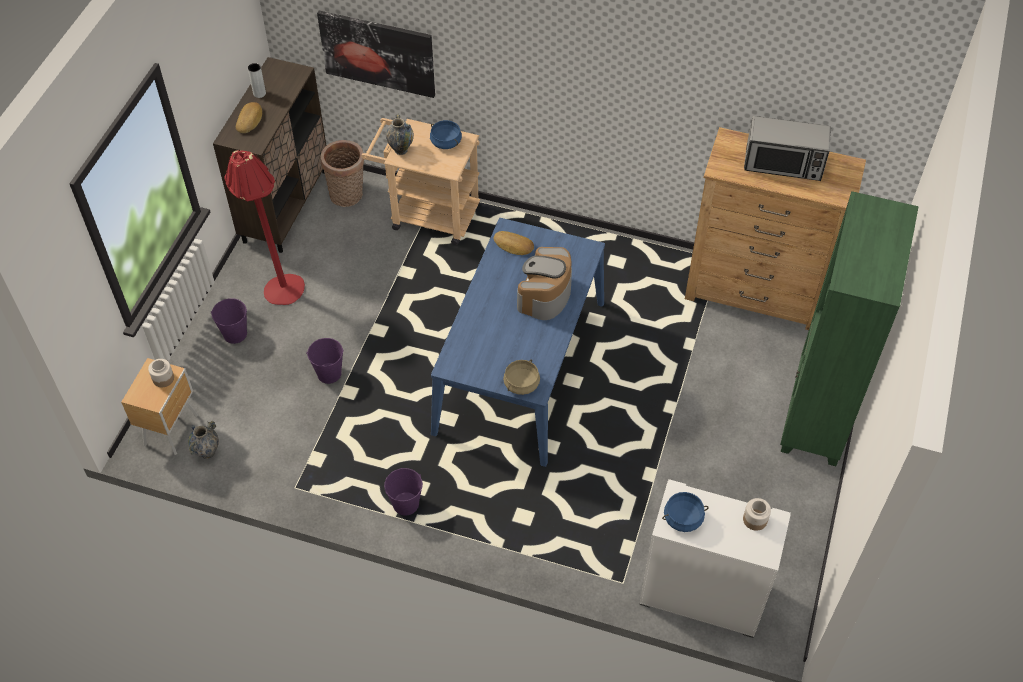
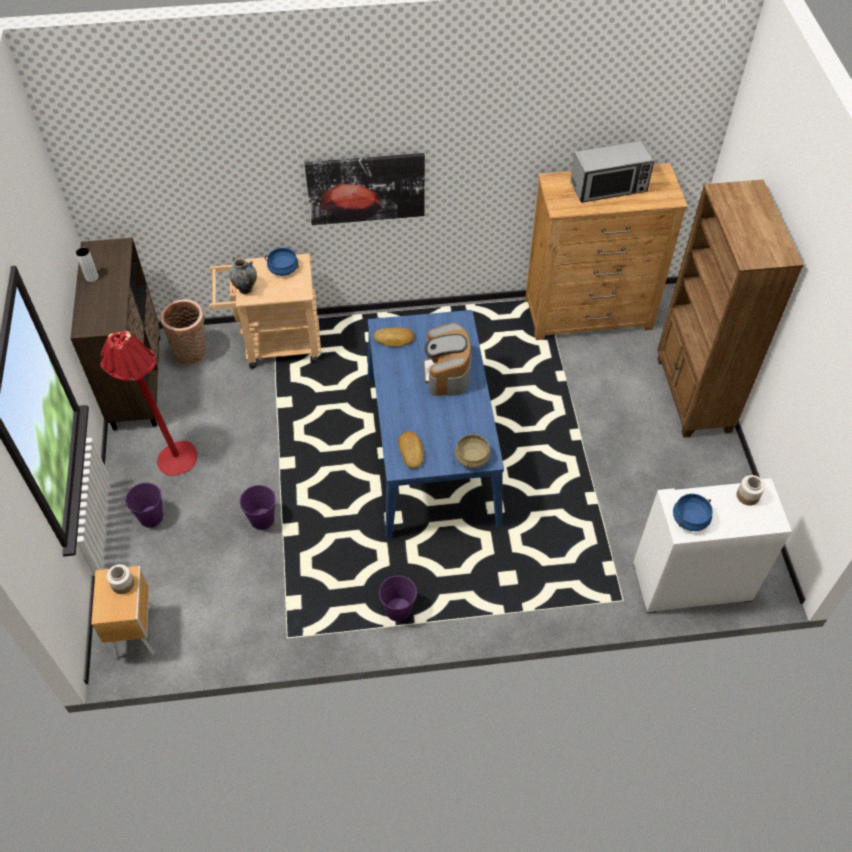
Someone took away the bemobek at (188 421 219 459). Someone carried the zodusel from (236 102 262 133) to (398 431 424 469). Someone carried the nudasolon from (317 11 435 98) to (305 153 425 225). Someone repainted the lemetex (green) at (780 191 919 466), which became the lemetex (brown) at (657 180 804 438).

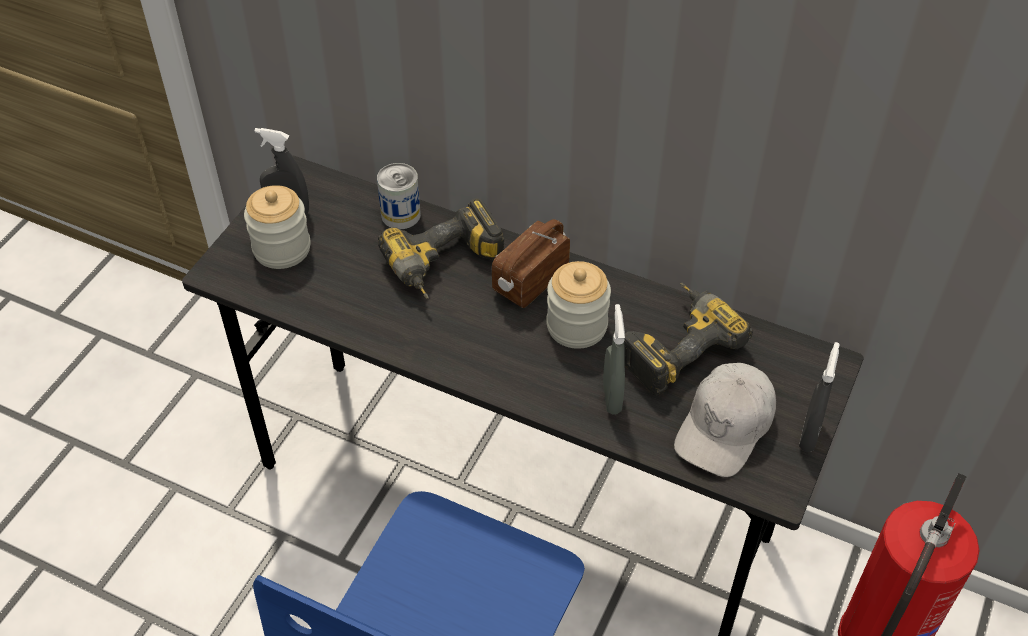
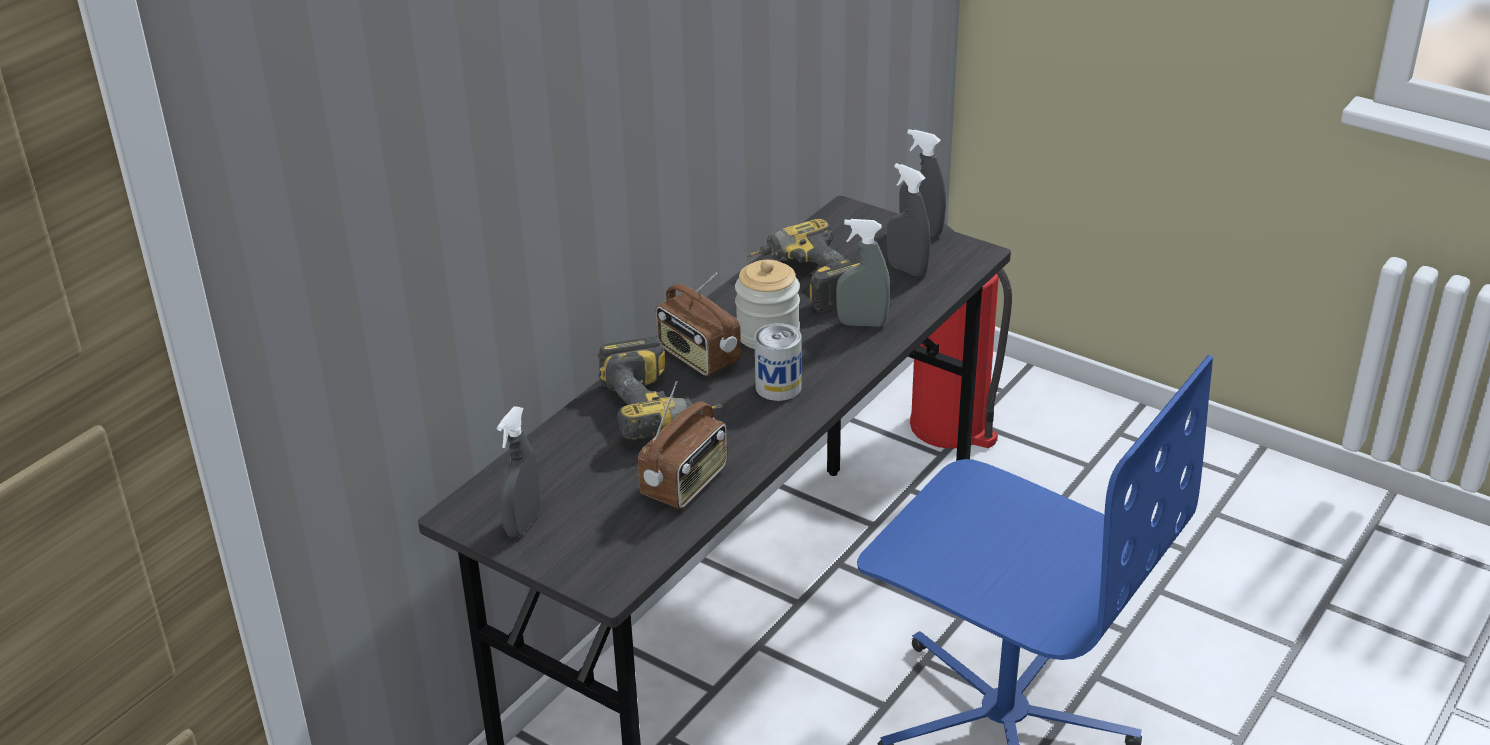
Someone took away the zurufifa at (244 185 311 269). Someone carried the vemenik from (377 163 421 229) to (755 323 802 401). Someone swapped the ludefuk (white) at (674 363 776 477) for the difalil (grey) at (887 163 930 277). Someone put down the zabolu at (638 381 727 509).

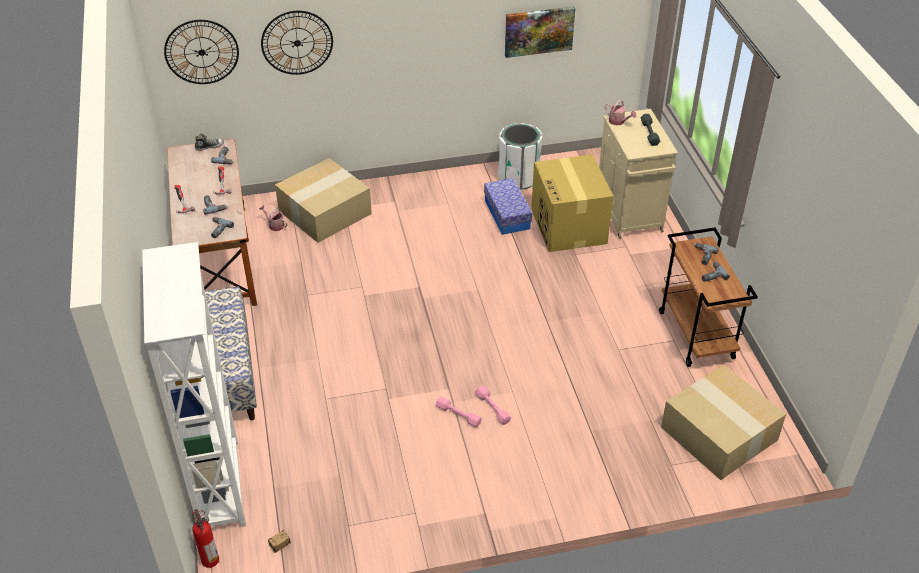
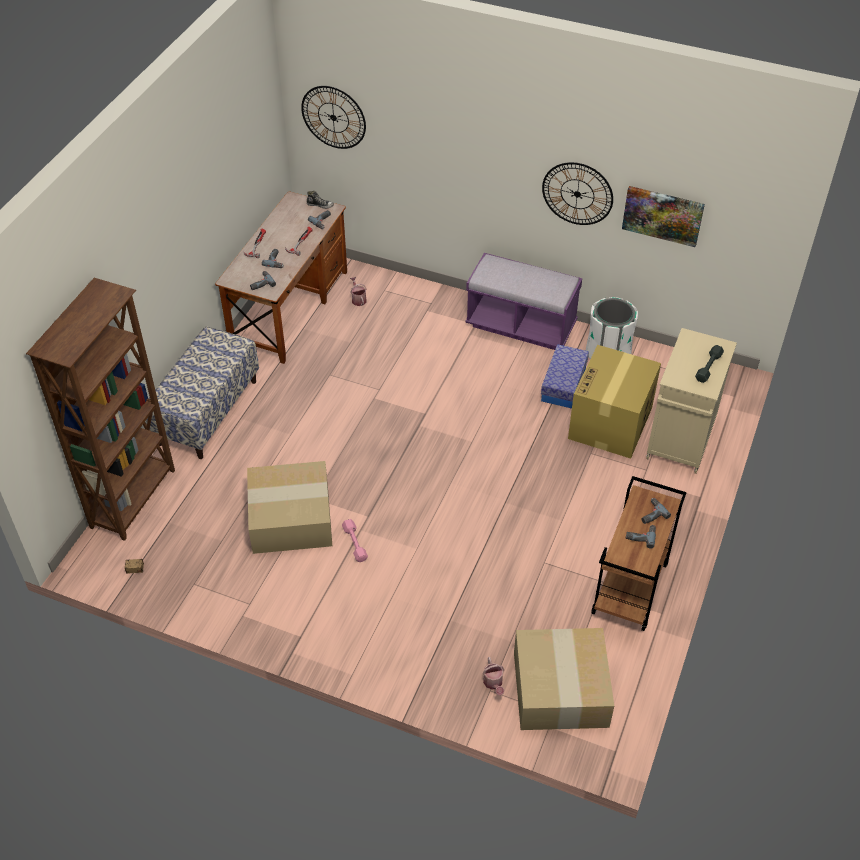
Someone repainted the lemetex (white) at (142 242 246 527), which became the lemetex (brown) at (26 278 175 541). Someone took away the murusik at (192 509 219 568). Someone carried the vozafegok from (261 11 333 75) to (542 162 613 225). Someone carried the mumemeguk from (275 158 372 243) to (247 461 332 554). Someone took away the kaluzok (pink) at (475 385 511 425). Someone carried the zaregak from (605 100 637 126) to (483 657 504 696). Someone put down the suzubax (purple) at (465 253 582 350).

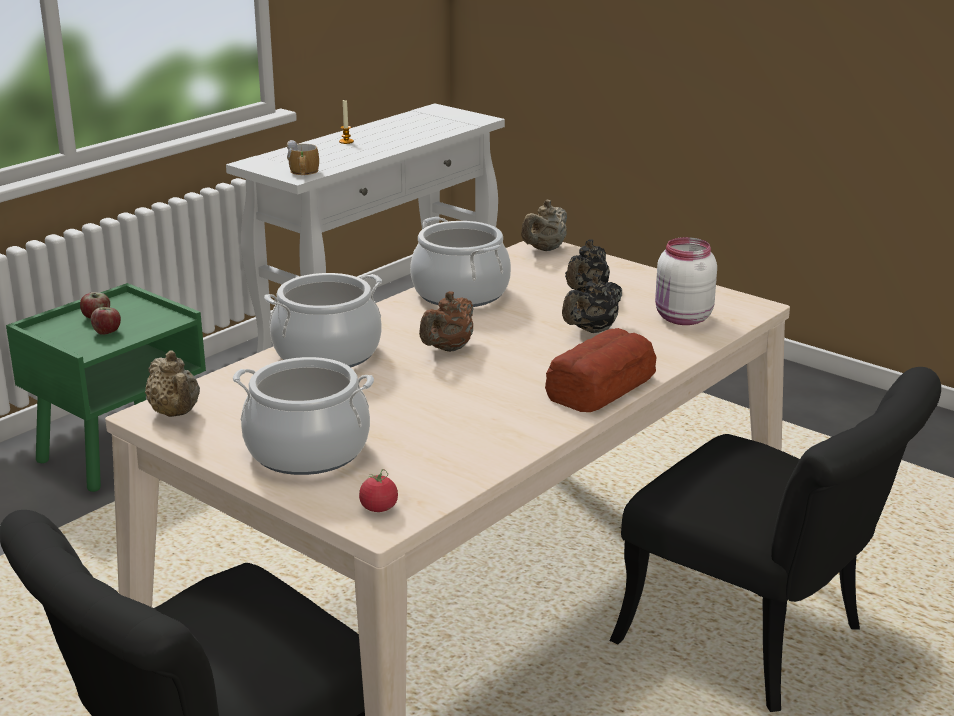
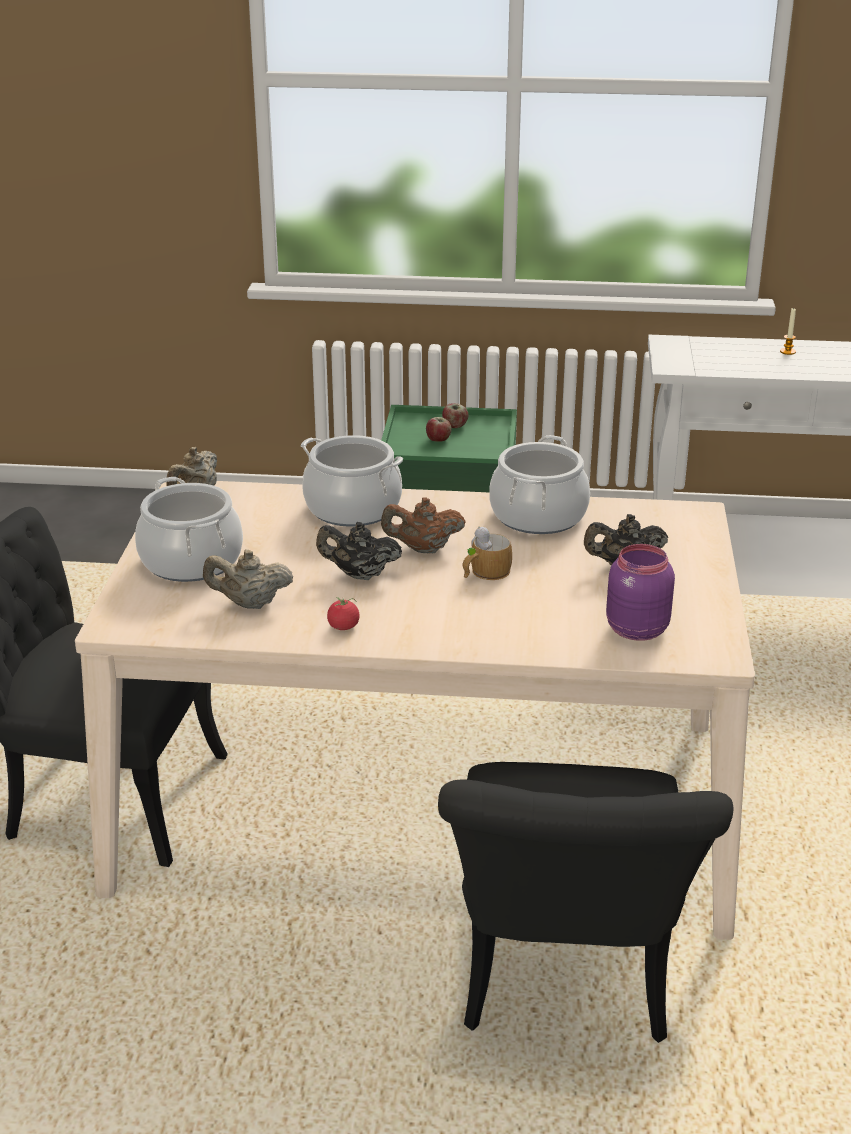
Someone carried the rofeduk from (286 140 319 175) to (462 527 512 580). Someone carried the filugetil from (359 469 398 512) to (327 597 359 630). Someone carried the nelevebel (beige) from (521 200 567 251) to (203 550 293 609). Someone took away the zodusel at (545 328 656 412). Someone carried the nelevebel (black) from (562 274 622 333) to (316 522 402 580). Someone repainted the zurufifa (white) at (655 237 717 325), which became the zurufifa (purple) at (606 544 675 641).

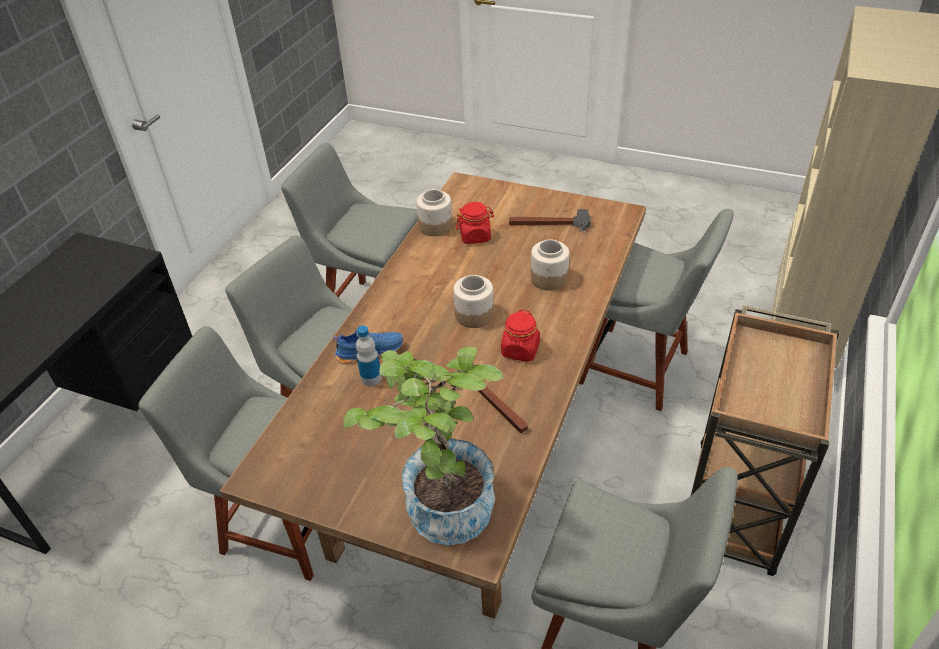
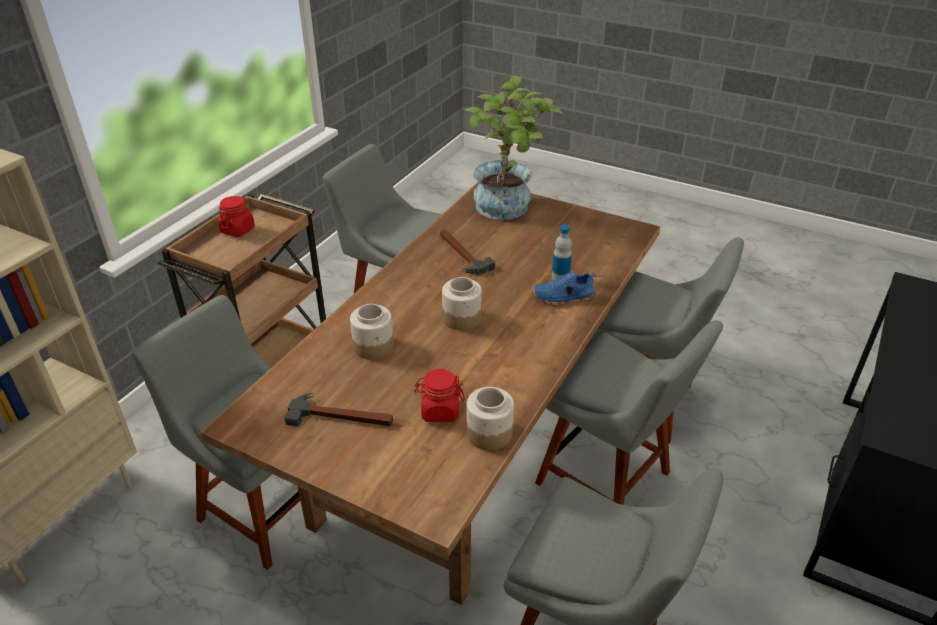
Someone carried the zurufifa (red) from (501 310 540 362) to (218 196 255 237).

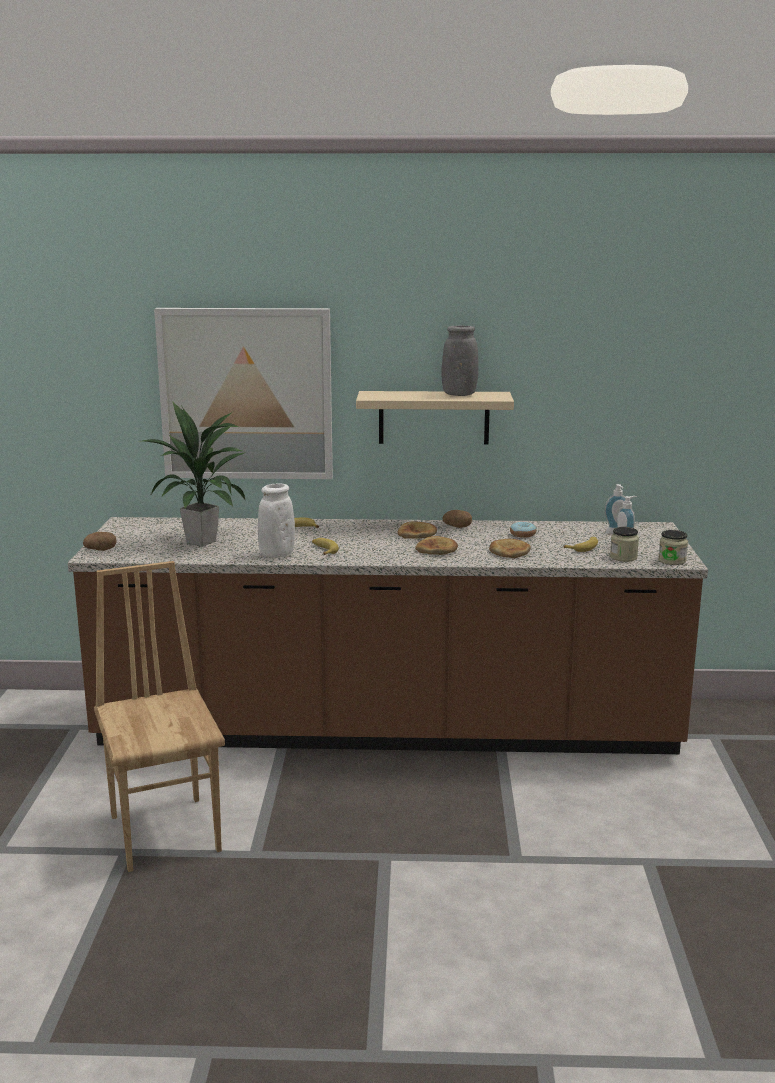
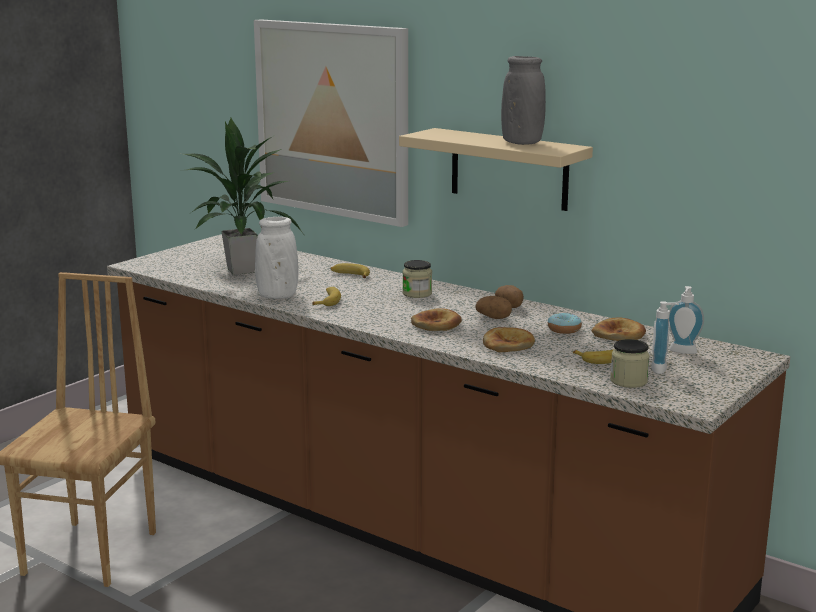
Someone carried the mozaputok from (83 532 117 551) to (475 296 512 319). Someone carried the zodusel from (398 521 437 539) to (592 318 646 341). Someone carried the zurufifa from (658 530 688 565) to (403 260 432 298).

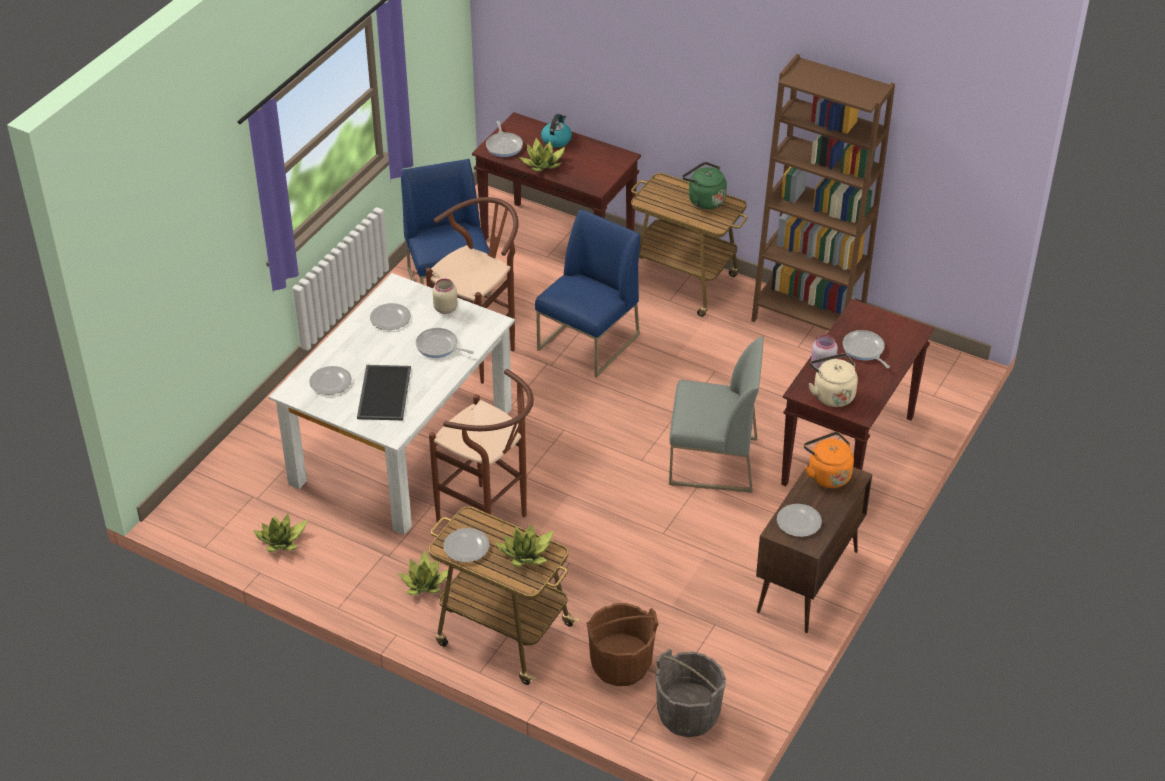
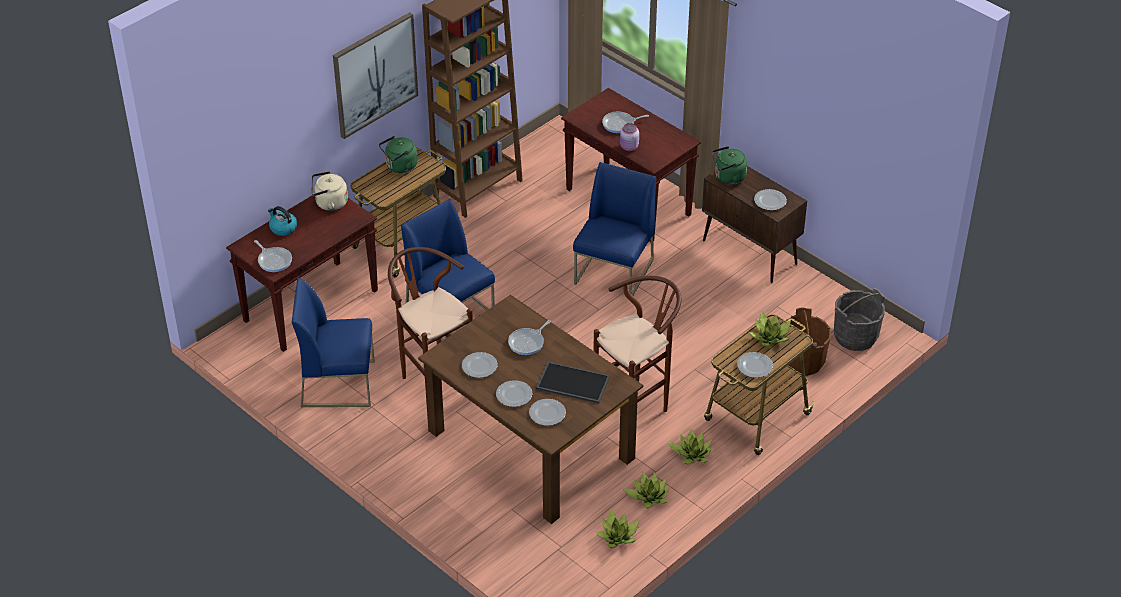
Someone repainted the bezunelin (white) at (269 273 515 535), which became the bezunelin (brown) at (418 295 643 524). Someone took away the zurufifa (beige) at (433 279 458 314). Someone rotated the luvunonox at (486 121 523 157) by 45 degrees clockwise. Someone carried the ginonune from (519 138 565 171) to (624 472 670 508). Someone repainted the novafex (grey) at (669 336 764 493), which became the novafex (blue) at (573 162 656 295). Someone repainted the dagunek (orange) at (804 432 854 488), which became the dagunek (green) at (711 146 747 185). Someone carried the dagunek (beige) from (809 353 858 407) to (311 171 348 211). Someone put up the nudasolon at (333 12 418 139). Someone put down the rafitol at (496 380 533 407).

